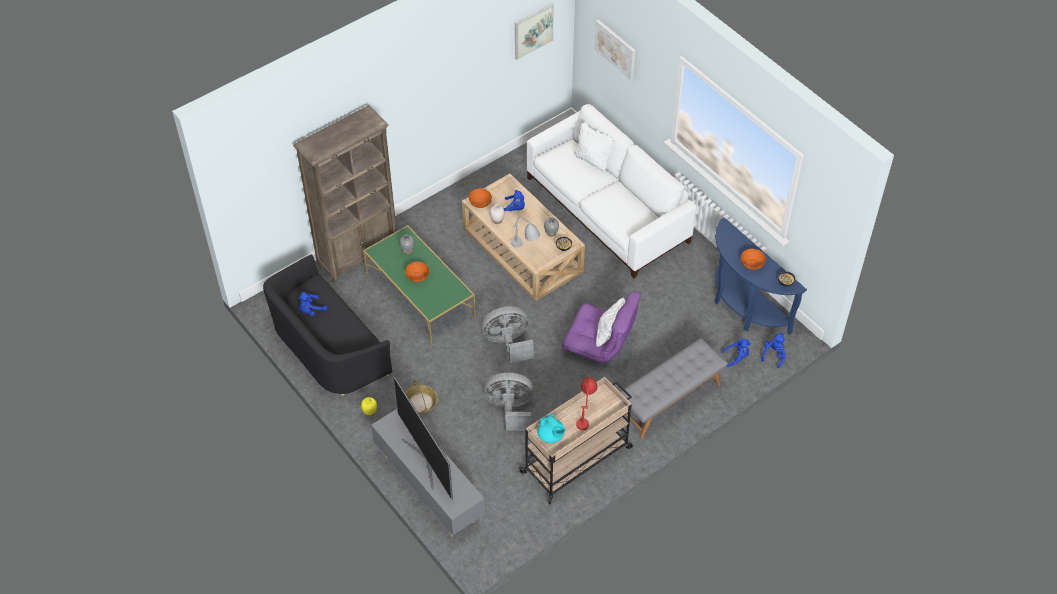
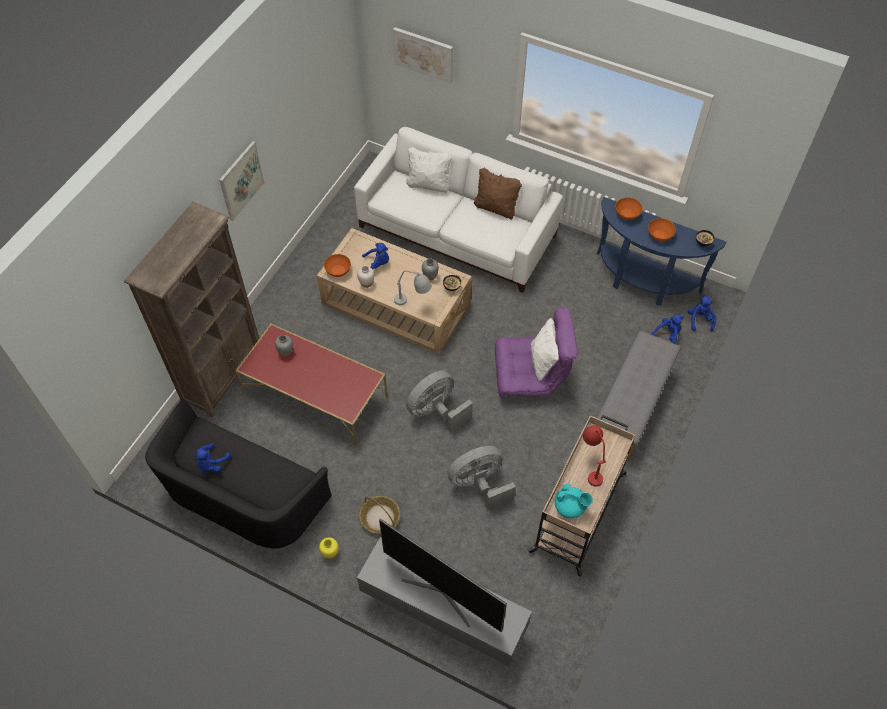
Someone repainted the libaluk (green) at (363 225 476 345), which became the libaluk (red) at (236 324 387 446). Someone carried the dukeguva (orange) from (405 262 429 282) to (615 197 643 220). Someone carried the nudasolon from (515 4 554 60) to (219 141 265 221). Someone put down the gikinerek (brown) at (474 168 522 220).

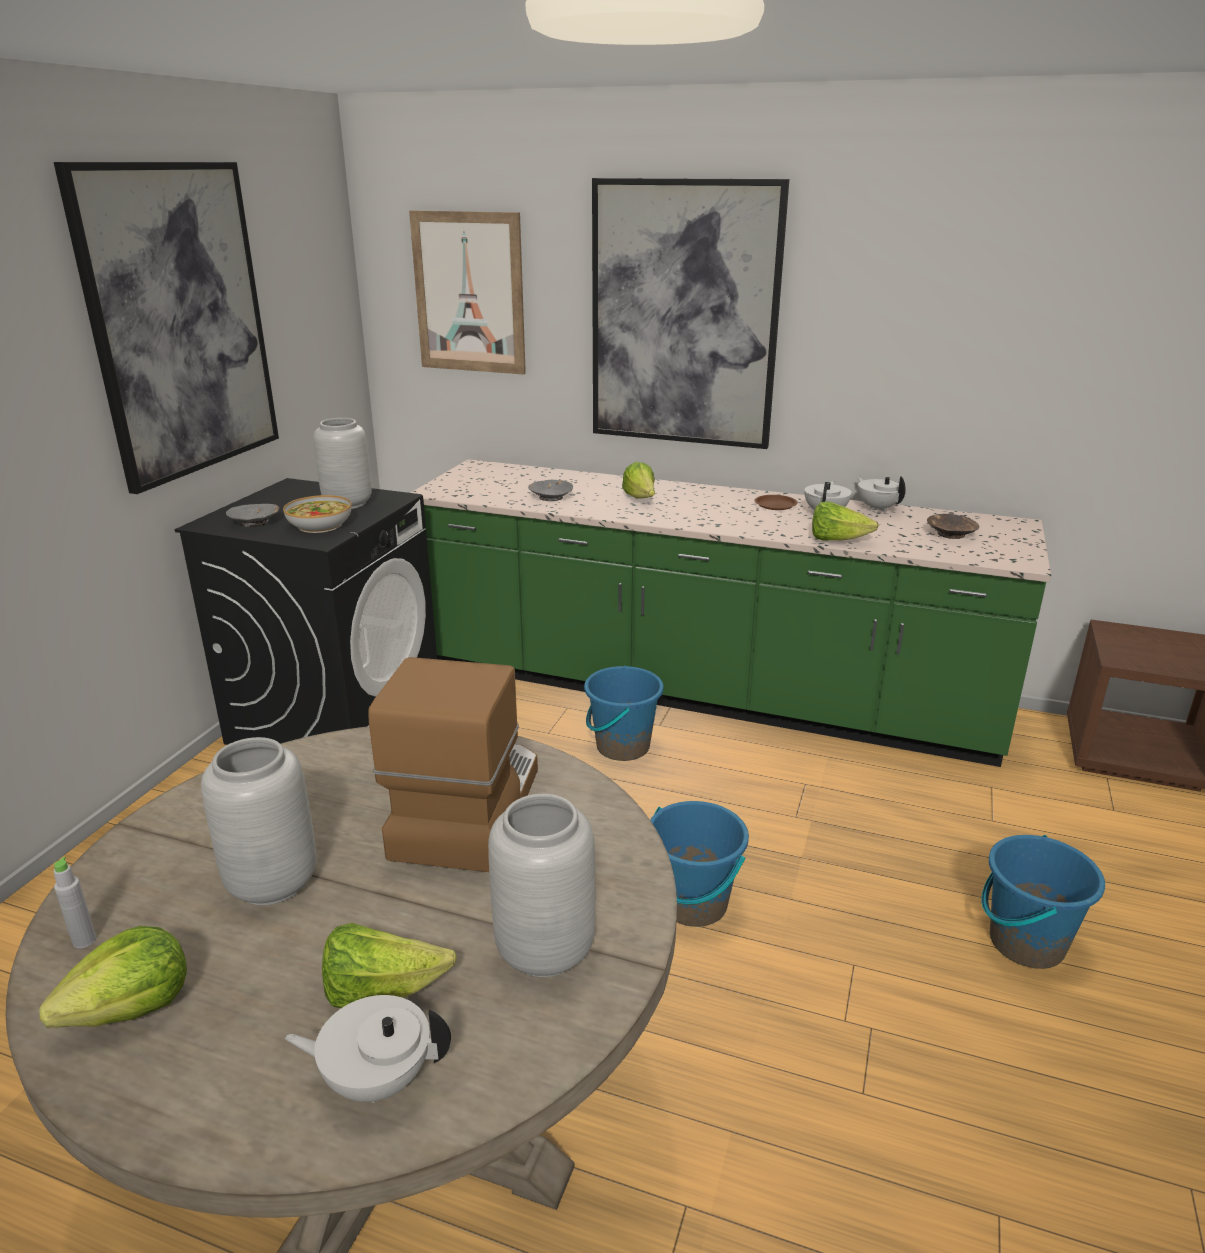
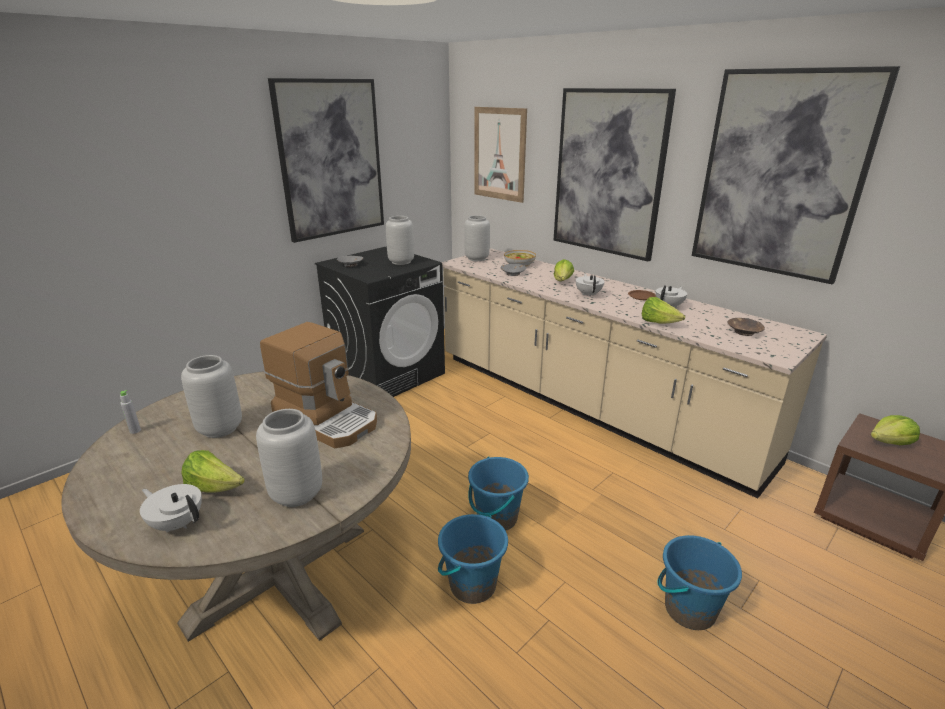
Someone carried the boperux from (39 926 187 1028) to (871 415 920 445). Someone carried the dukeguva from (283 495 352 533) to (504 250 536 267). Someone rotated the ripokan at (368 657 538 872) by 90 degrees clockwise. Someone repainted the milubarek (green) at (411 459 1051 767), which became the milubarek (beige) at (442 249 827 499). Someone carried the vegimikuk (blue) from (584 665 664 761) to (438 514 508 604). Someone carried the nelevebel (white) from (857 476 906 512) to (576 274 605 297). Someone put down the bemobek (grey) at (464 215 490 261). Someone put up the nudasolon at (692 66 900 285).

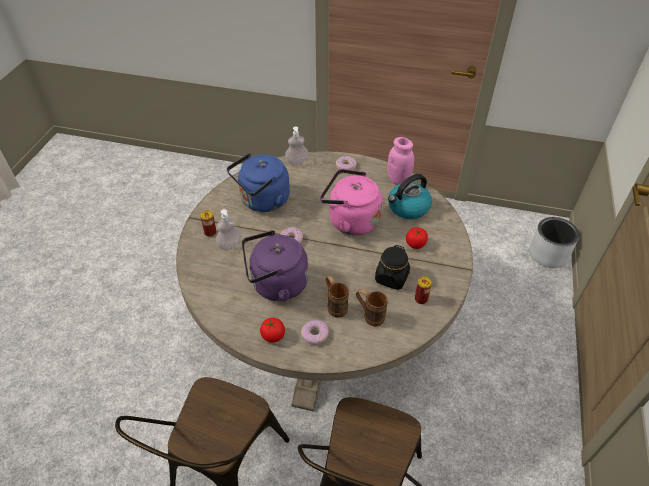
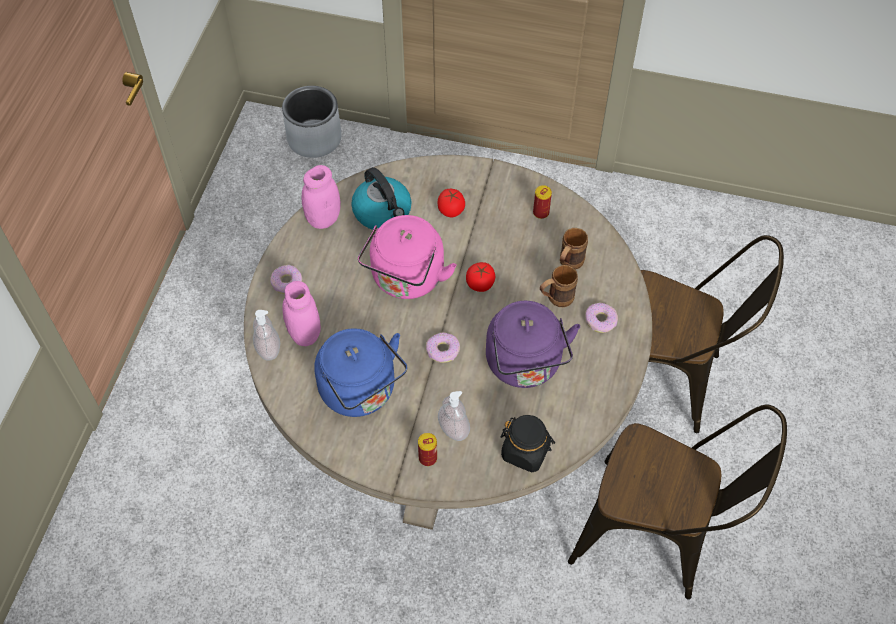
Someone carried the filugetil from (260 318 285 342) to (466 262 495 292). Someone carried the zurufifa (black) from (375 245 410 290) to (500 415 555 472). Someone put down the zurufifa (pink) at (282 281 321 346).

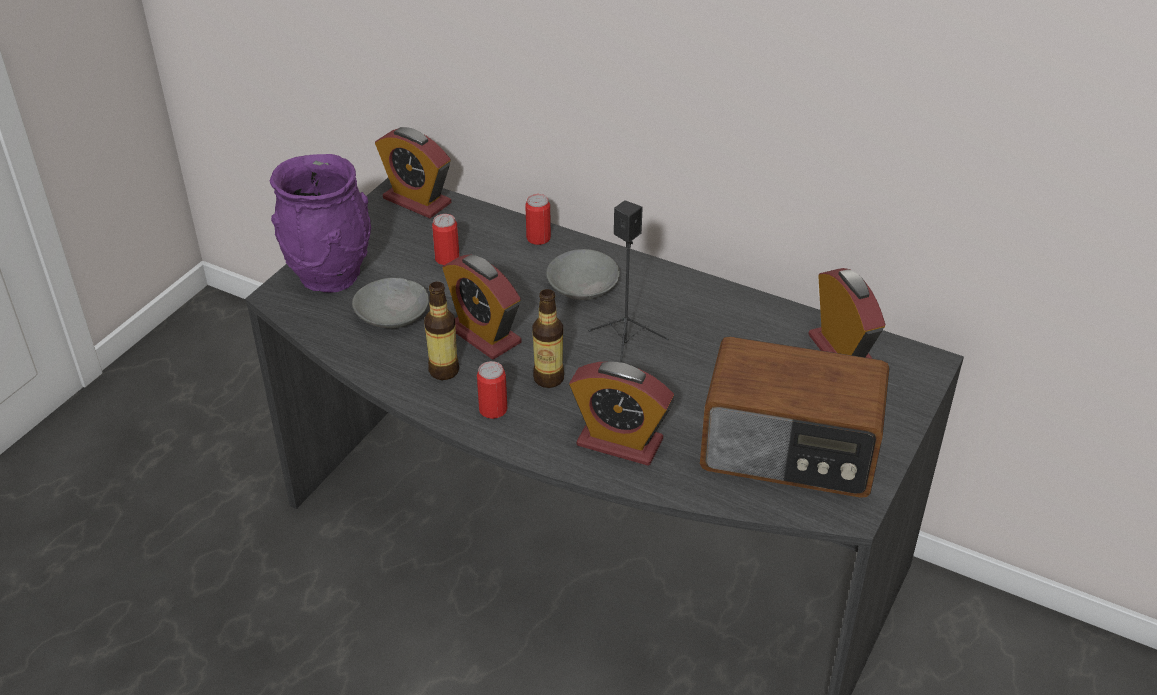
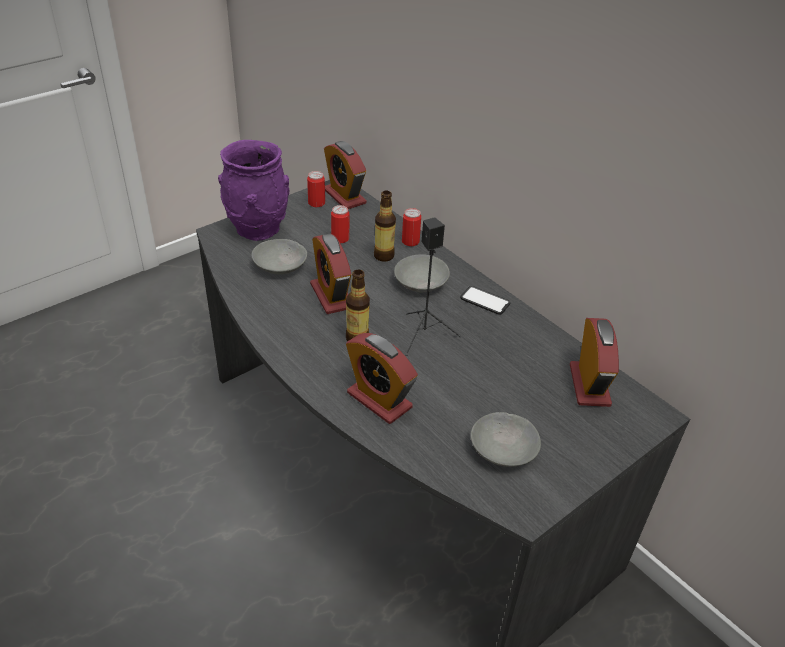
Someone carried the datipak from (424 282 459 380) to (374 190 396 262). Someone carried the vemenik from (477 361 507 419) to (307 171 325 207). Someone swapped the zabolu at (700 337 890 498) for the dukeguva (grey) at (471 412 541 467). Someone put down the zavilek at (460 286 511 315).

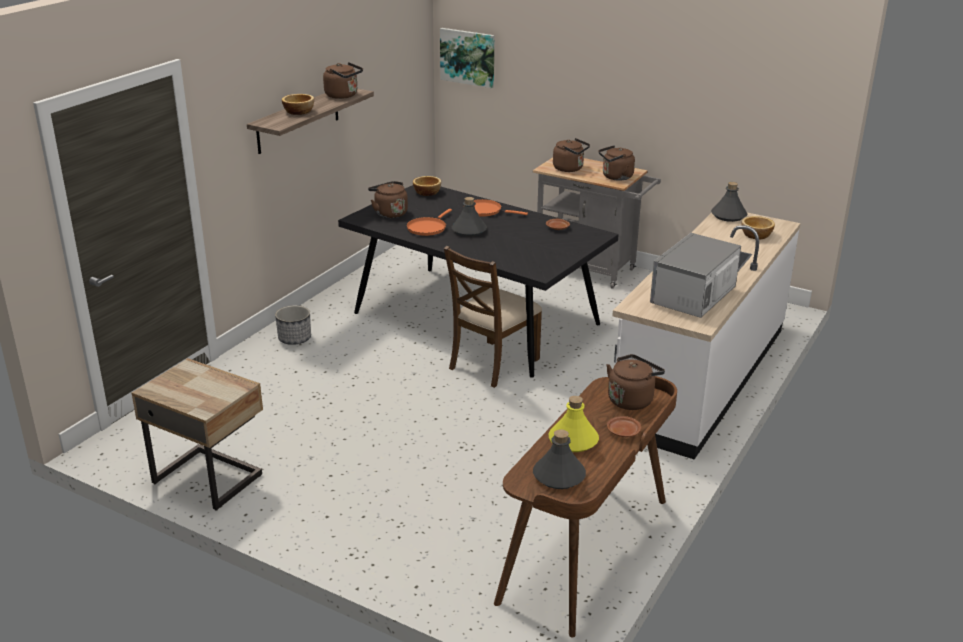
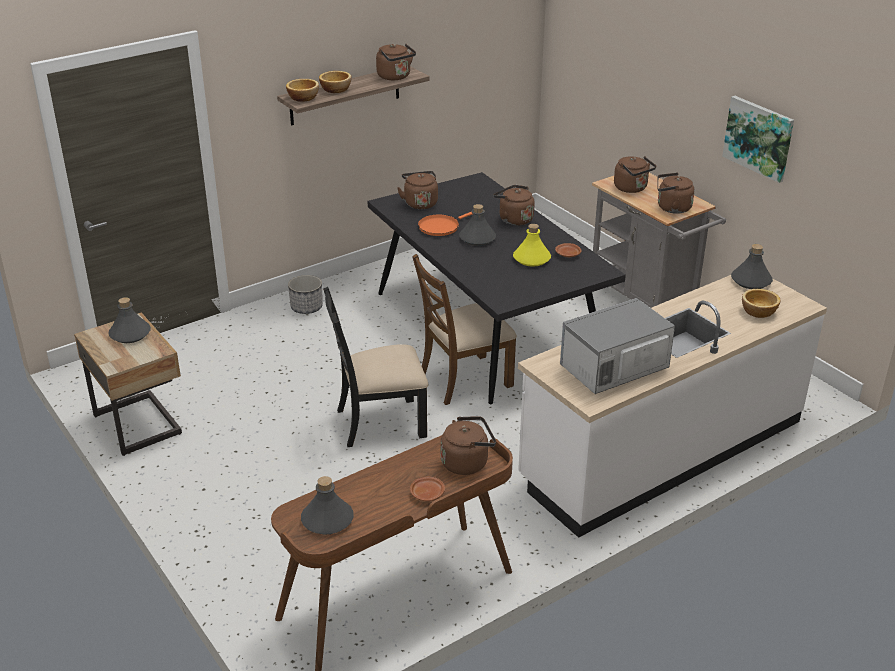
Someone carried the dukeguva from (413 176 441 196) to (286 79 319 102). Someone carried the nudasolon from (440 28 495 88) to (722 96 794 183). Someone swapped the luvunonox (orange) at (463 199 528 217) for the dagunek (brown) at (493 185 535 225). Someone carried the datipak (yellow) from (549 396 599 452) to (513 224 551 267). Someone put down the datipak (grey) at (108 297 151 343). Someone put down the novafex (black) at (323 287 429 447).

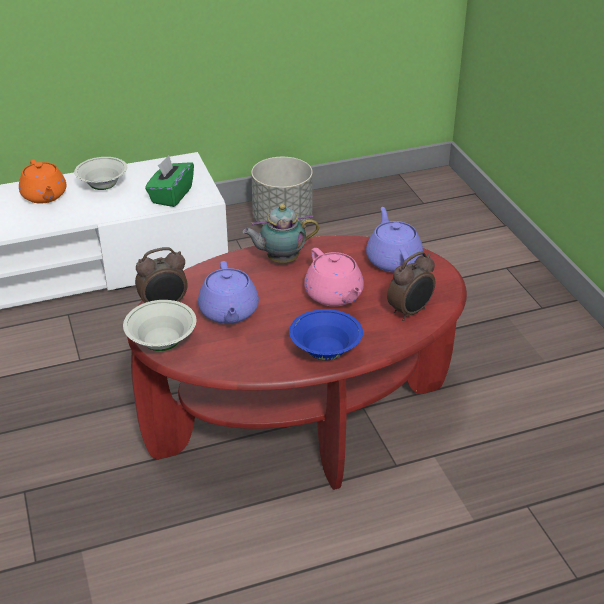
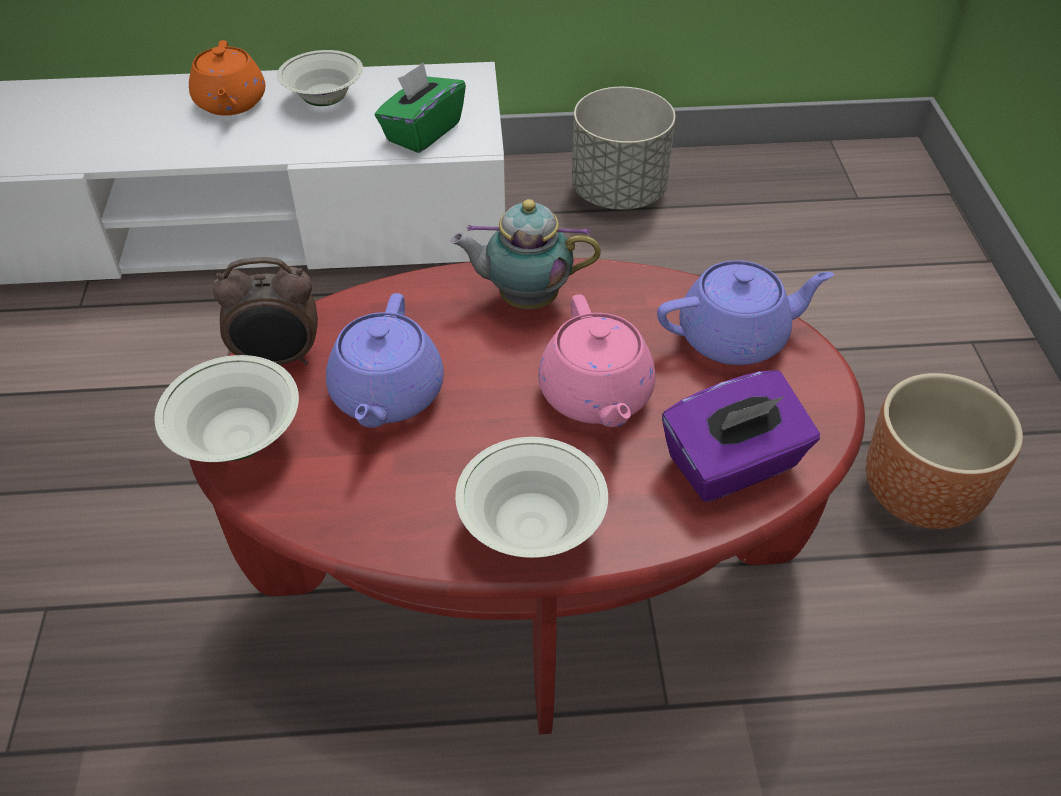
Someone repainted the dukeguva (blue) at (289 309 363 360), which became the dukeguva (white) at (455 437 608 558). Someone rotated the nelevebel (purple) at (366 207 423 272) by 75 degrees clockwise. Someone swapped the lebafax at (387 251 435 321) for the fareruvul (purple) at (662 370 820 502). Someone put down the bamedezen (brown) at (866 373 1023 529).

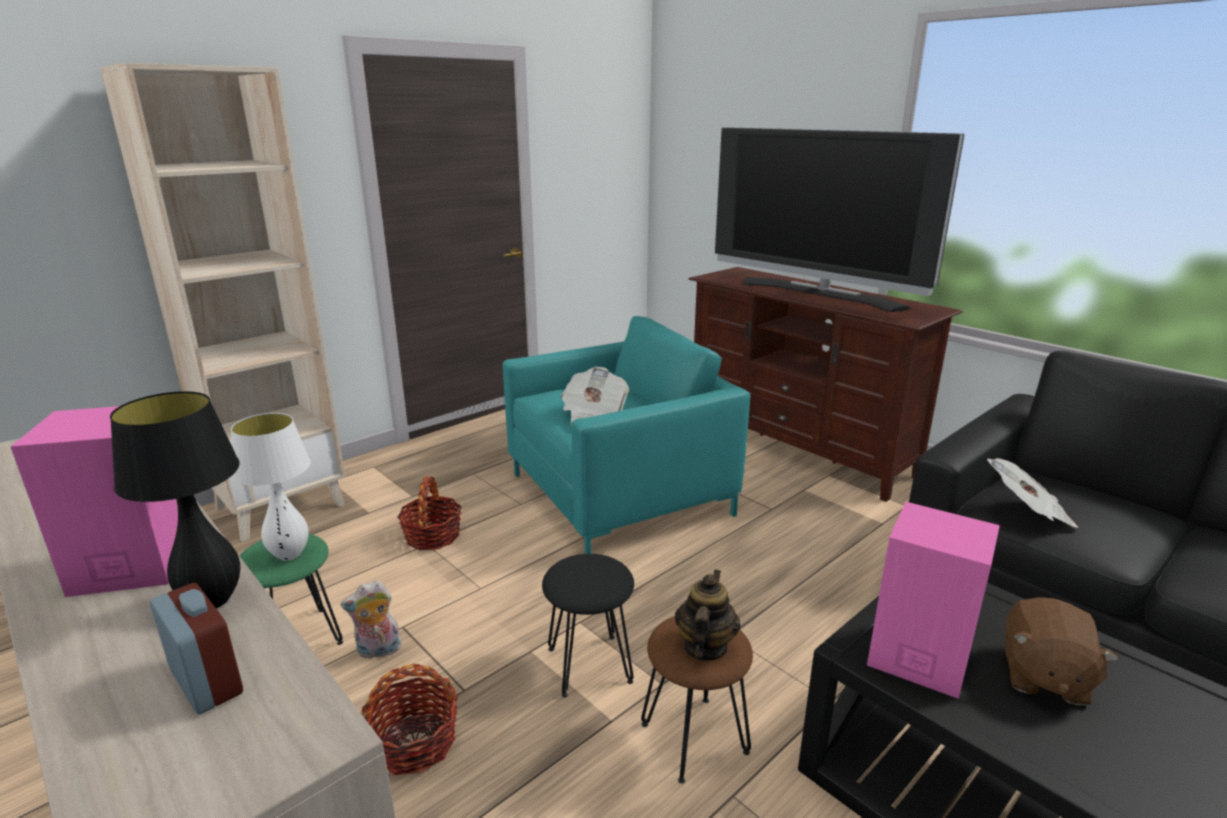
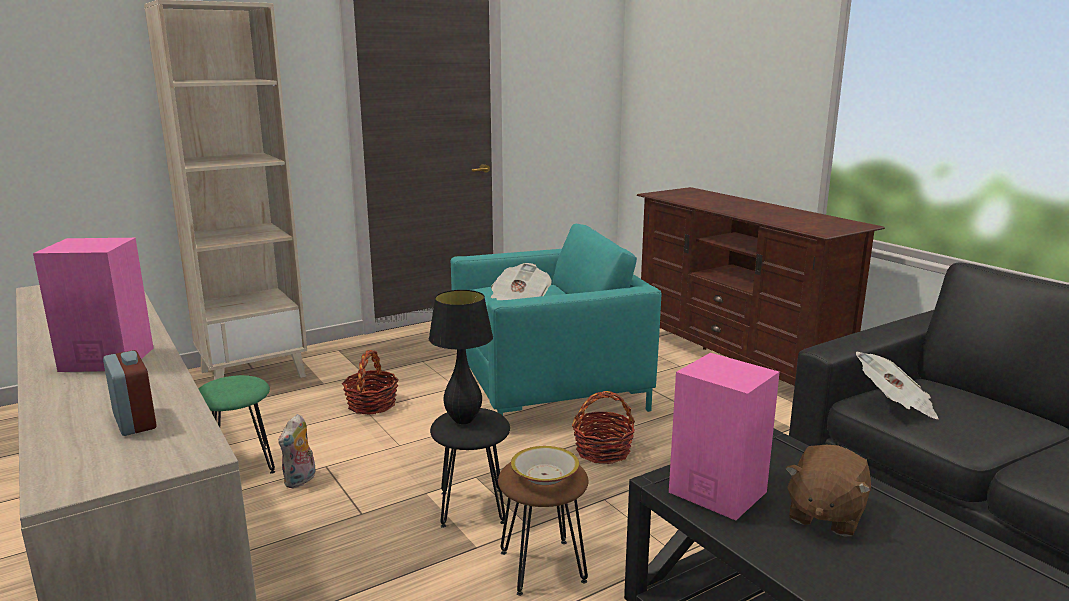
Someone carried the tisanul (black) from (110 391 240 608) to (429 290 493 424). Someone took away the tisanul (white) at (231 413 311 561). Someone rotated the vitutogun at (340 580 402 659) by 60 degrees counterclockwise. Someone carried the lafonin from (361 664 458 775) to (572 391 635 464). Someone swapped the nelevebel at (675 569 740 661) for the dukeguva at (511 446 579 485). Someone took away the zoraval at (715 128 964 312).

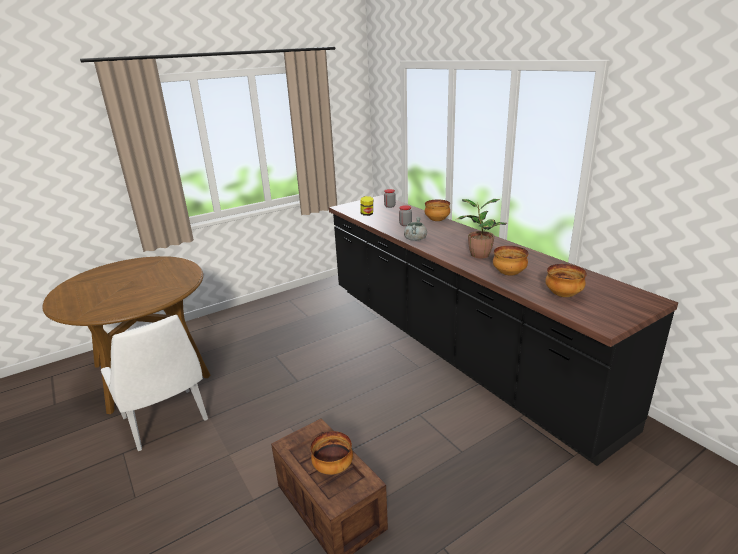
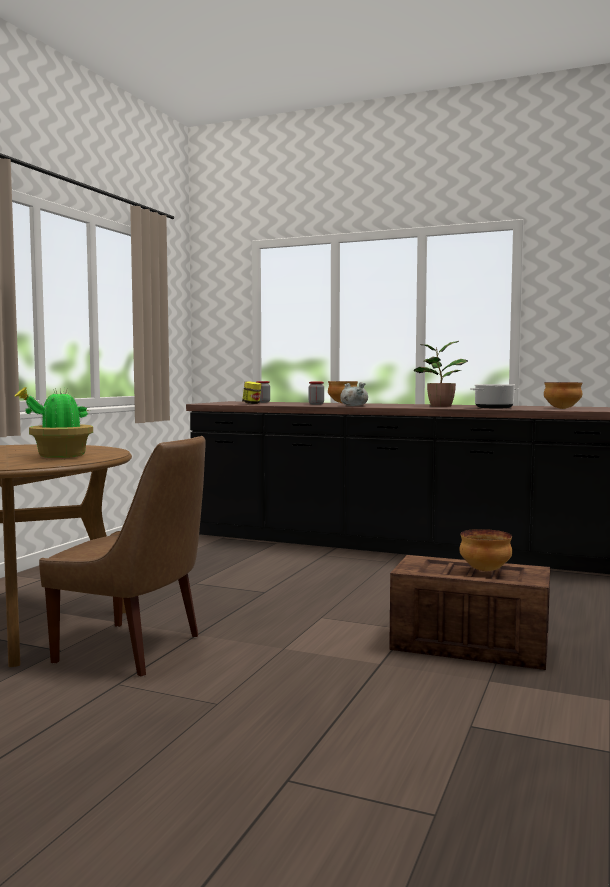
Someone repainted the novafex (white) at (101 315 208 451), which became the novafex (brown) at (39 436 206 677). Someone swapped the dukeguva at (493 246 529 276) for the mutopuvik at (470 384 519 408). Someone put down the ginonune at (14 386 93 458).

